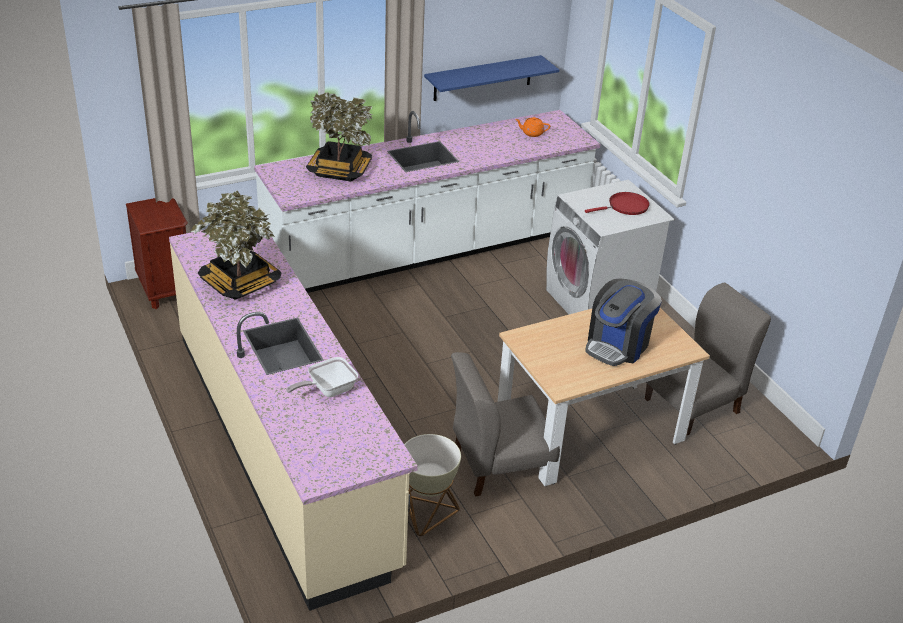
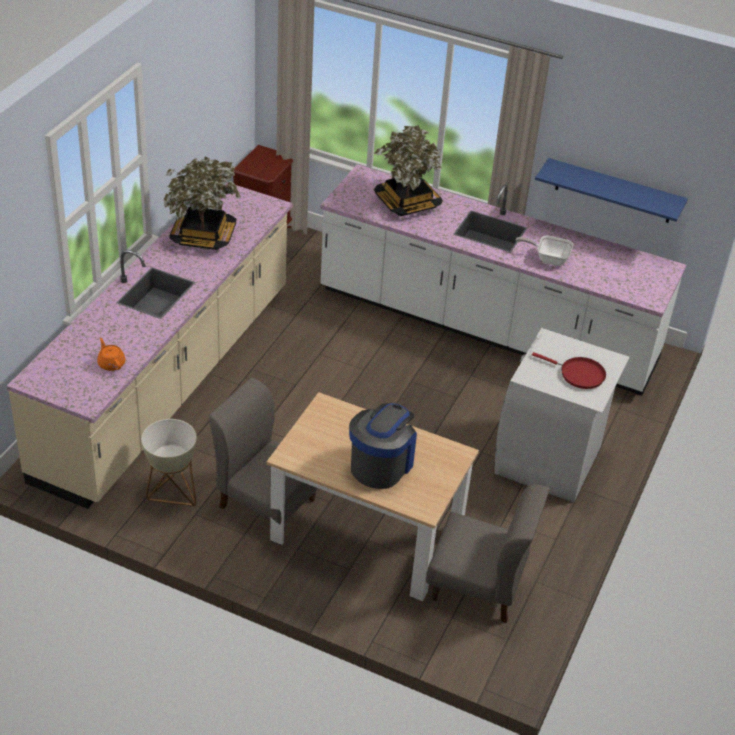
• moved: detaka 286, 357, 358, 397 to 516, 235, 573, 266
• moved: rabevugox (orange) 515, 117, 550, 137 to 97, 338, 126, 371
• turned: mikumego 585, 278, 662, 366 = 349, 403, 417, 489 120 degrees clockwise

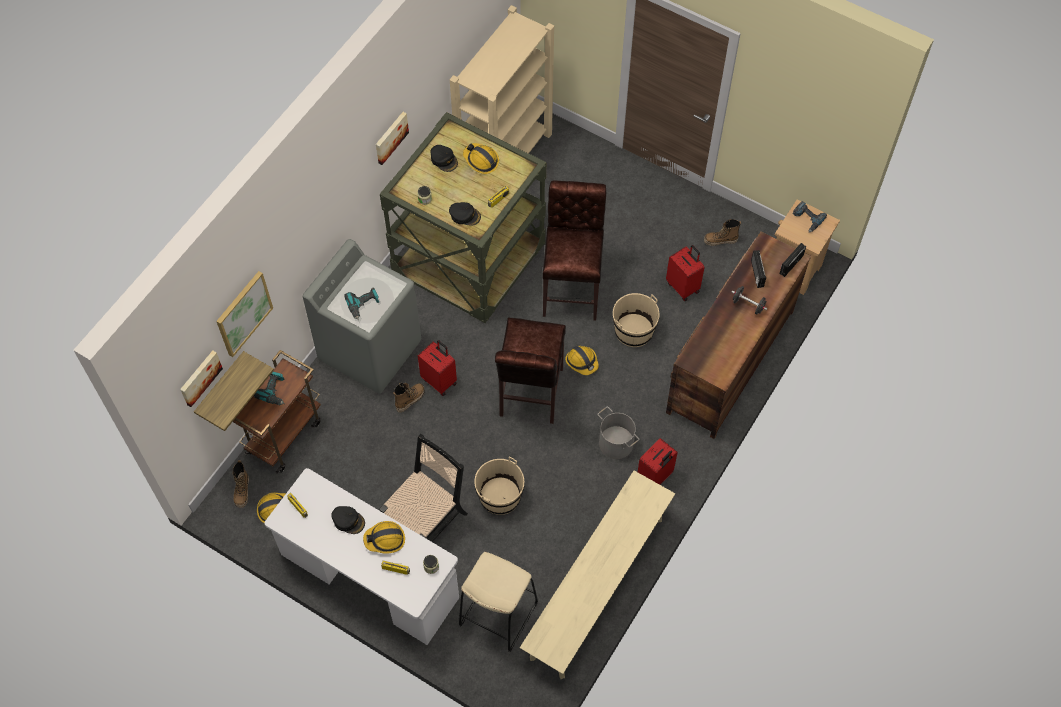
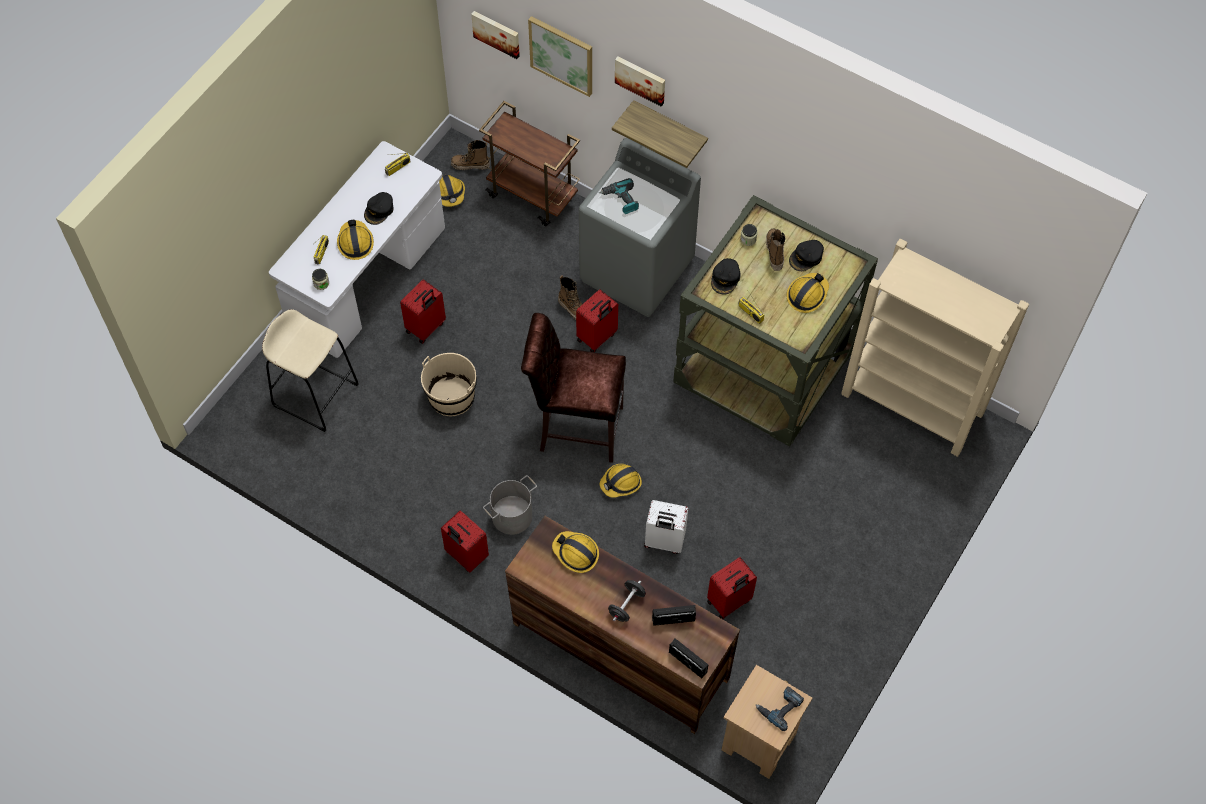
• removed: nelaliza 254, 372, 285, 405
• removed: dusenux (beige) 520, 471, 675, 679
• removed: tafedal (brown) 543, 180, 606, 321
• added: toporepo 552, 531, 599, 573
• moved: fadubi 194, 351, 274, 431 to 612, 100, 708, 168
• moved: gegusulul 376, 112, 409, 165 to 615, 57, 665, 106
• moved: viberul 704, 219, 741, 246 to 766, 228, 785, 271
• replaced: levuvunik 379, 434, 468, 542 to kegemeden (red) 400, 279, 446, 344
• replaced: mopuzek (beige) 612, 293, 660, 347 to kegemeden (white) 644, 500, 688, 554

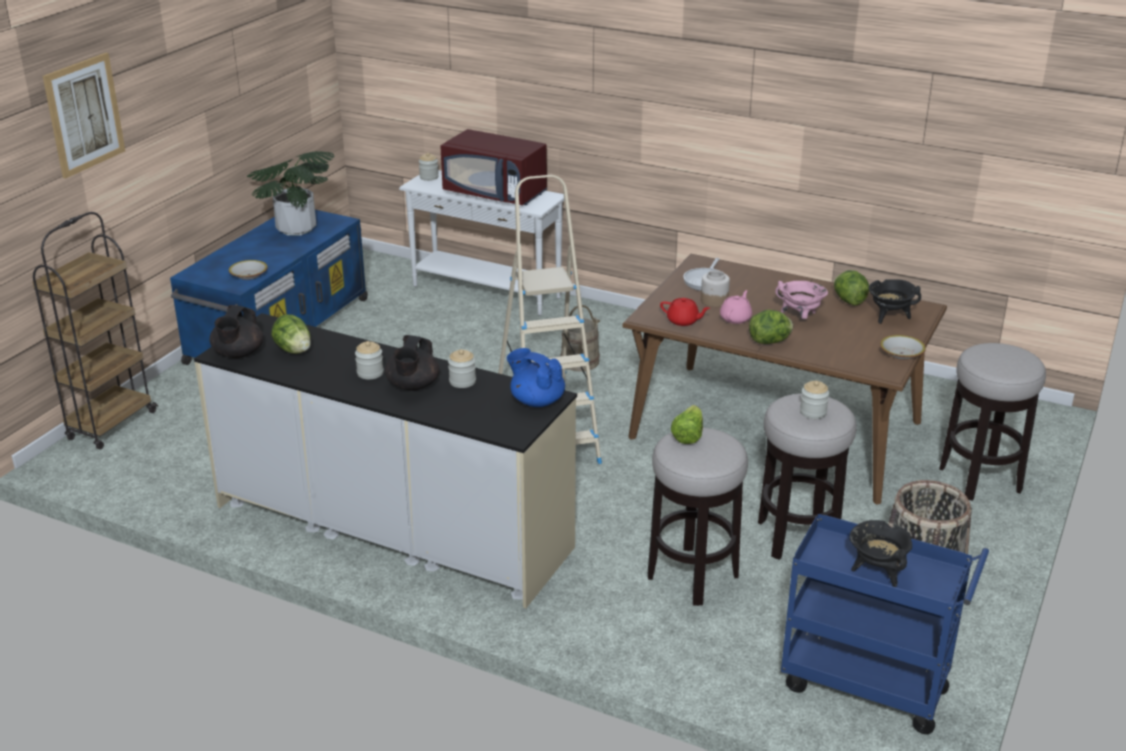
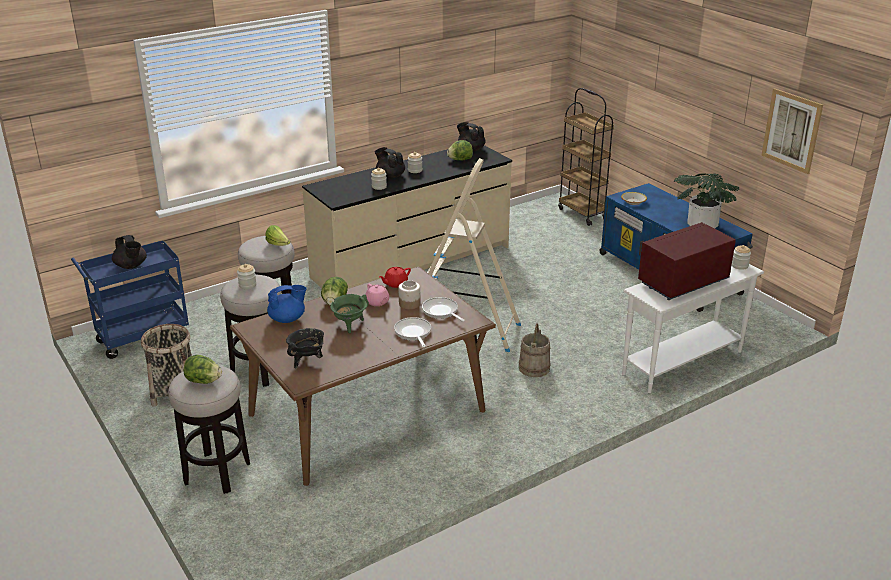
• removed: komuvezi 880, 335, 926, 360
• added: detaka 394, 317, 431, 347
• moved: gegusulul 43, 53, 125, 179 to 762, 88, 823, 174
• moved: rabevugox (blue) 507, 348, 565, 407 to 267, 285, 306, 323
• moved: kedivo 834, 270, 869, 306 to 184, 355, 222, 384
• replaced: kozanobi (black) 850, 520, 912, 587 to rabevugox (black) 112, 235, 147, 269
• recoloured: kozanobi (pink) 775, 281, 828, 319 to kozanobi (green) 330, 294, 369, 333

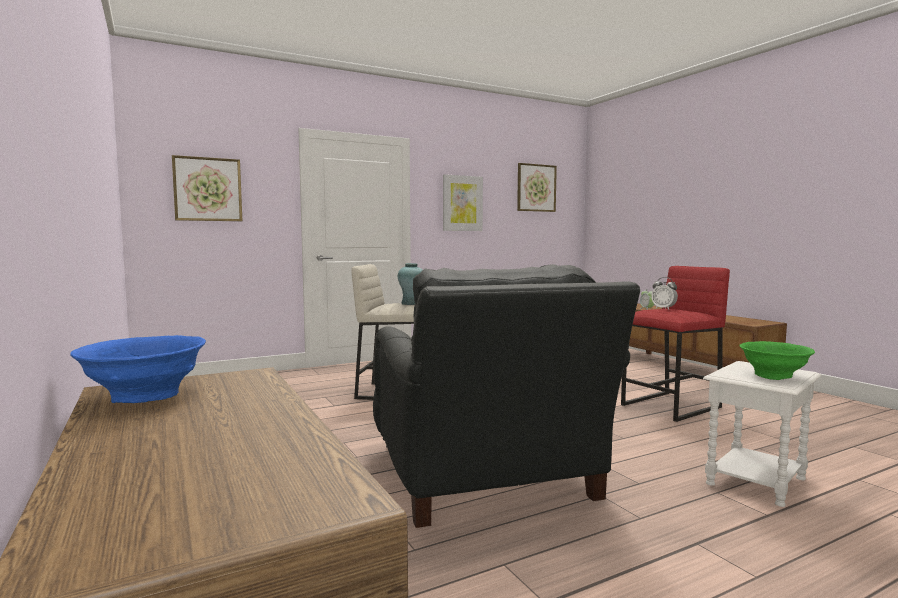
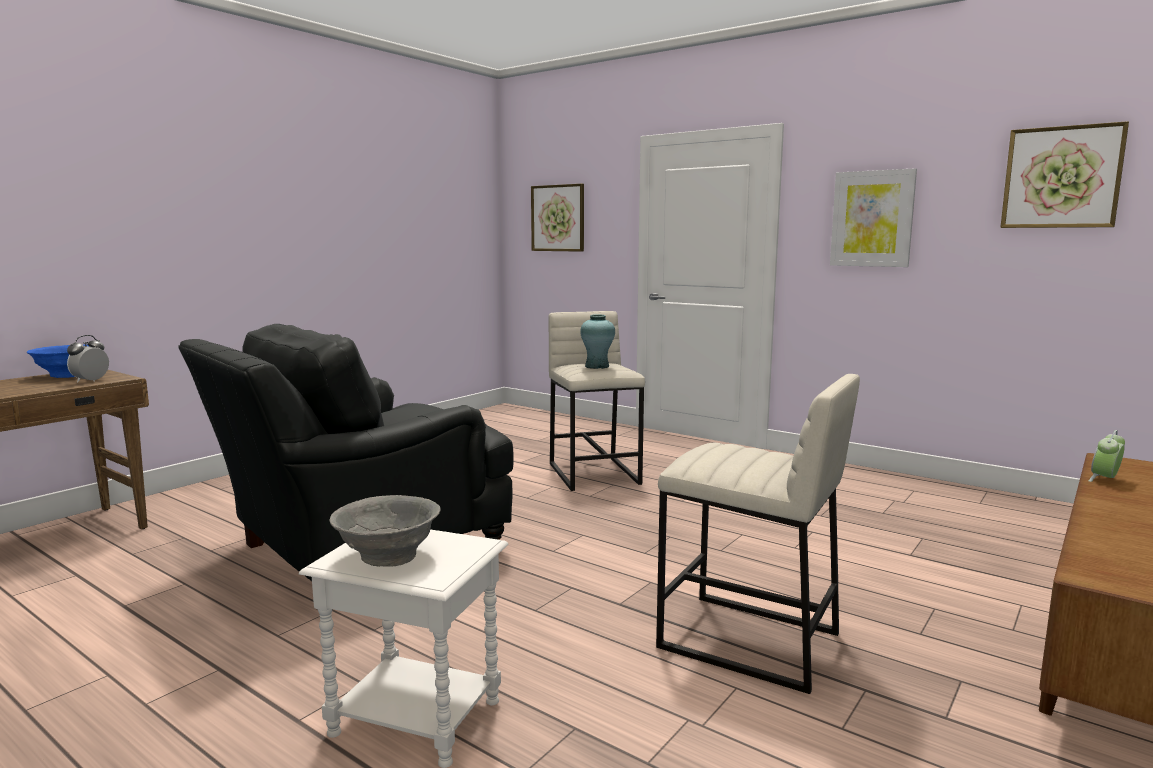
• moved: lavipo 651, 277, 678, 310 to 67, 335, 109, 383
• recoloured: tafedal (red) 621, 266, 730, 422 to tafedal (beige) 656, 374, 860, 694
• recoloured: komuvezi (green) 739, 341, 815, 380 to komuvezi (grey) 330, 495, 441, 567

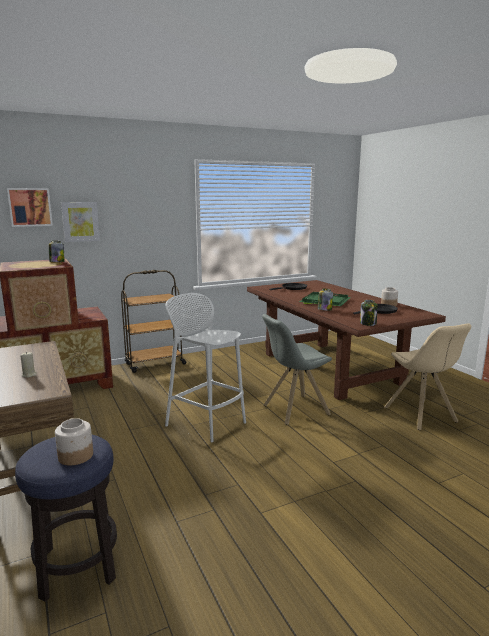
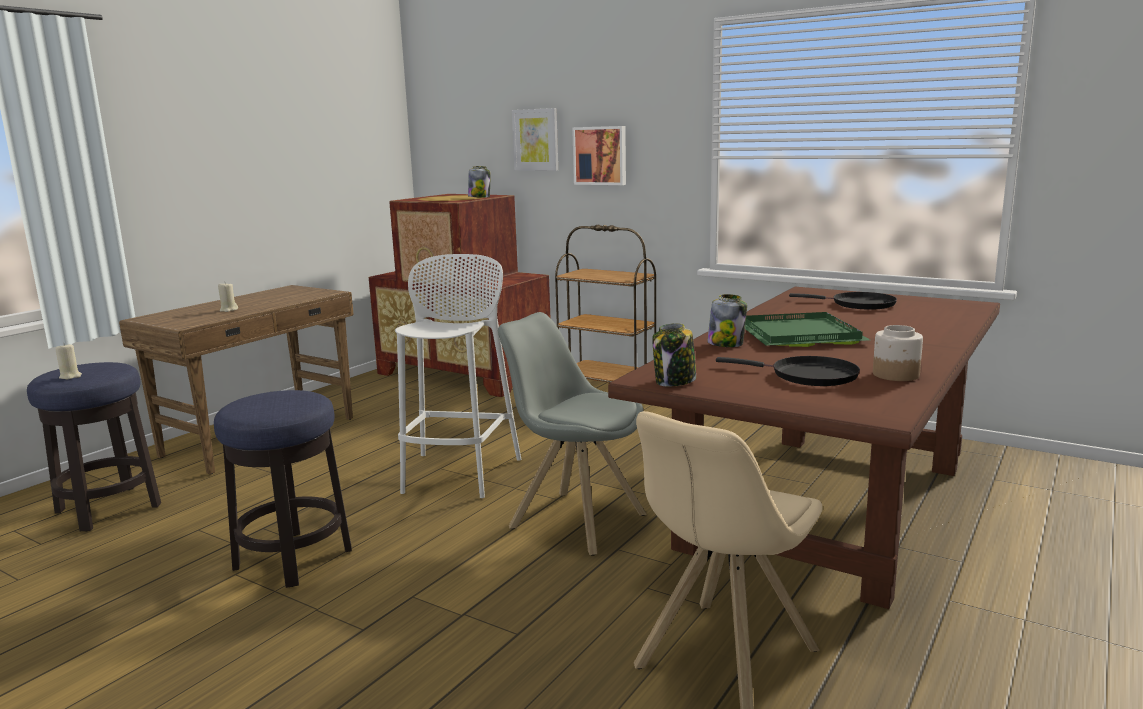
• added: tafedal 214, 390, 352, 588
• moved: gegusulul 7, 188, 53, 227 to 572, 126, 626, 185
• replaced: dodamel 55, 418, 93, 465 to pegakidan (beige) 55, 343, 82, 379

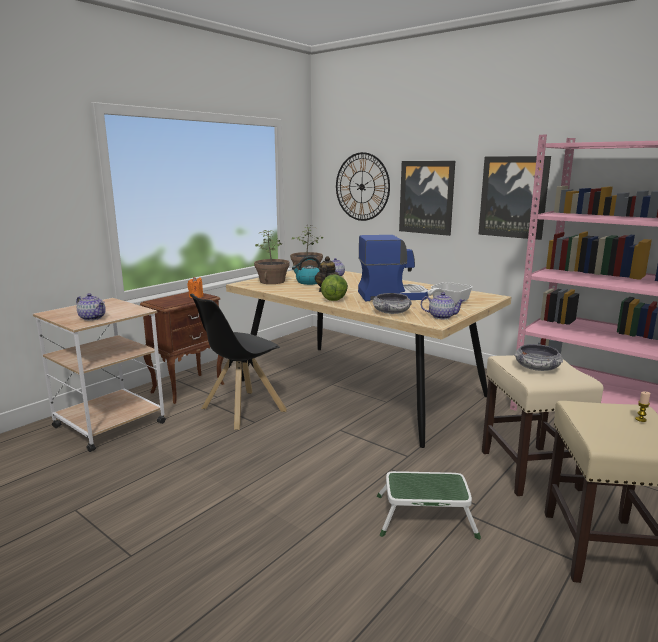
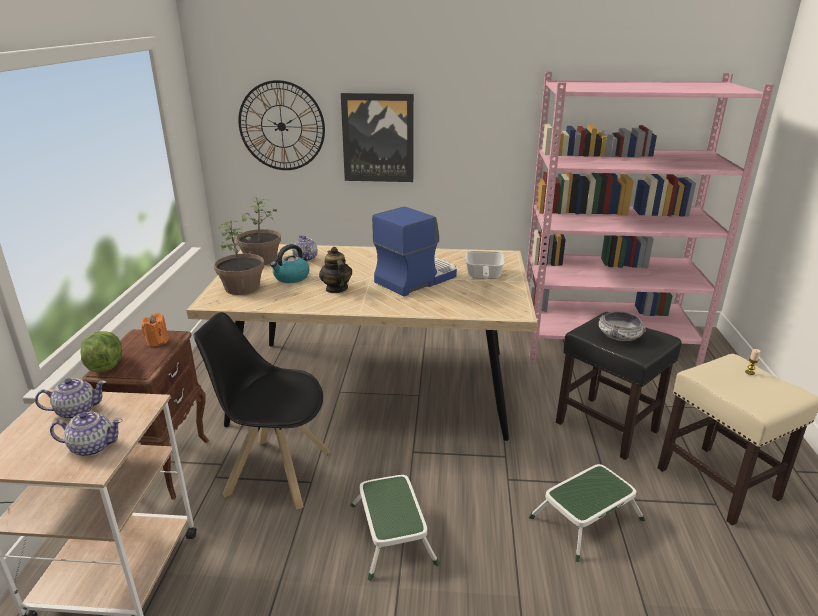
• removed: komuvezi 373, 293, 412, 314
• removed: gegusulul 478, 156, 551, 240
• added: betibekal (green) 350, 475, 440, 581
• moved: kedivo 321, 274, 348, 301 to 81, 331, 122, 372
• moved: rabevugox 421, 292, 465, 319 to 35, 378, 106, 419
• recoloured: tafedal (beige) 482, 355, 604, 496 to tafedal (black) 556, 312, 682, 460
• turned: levuvunik (black) 190, 294, 287, 430 = 193, 312, 331, 510 90 degrees clockwise

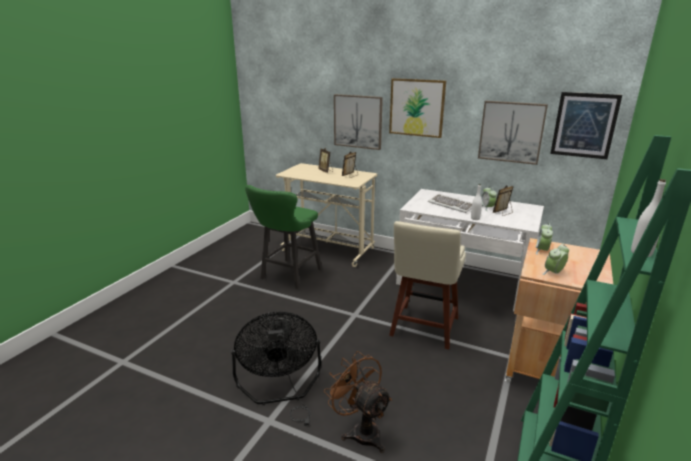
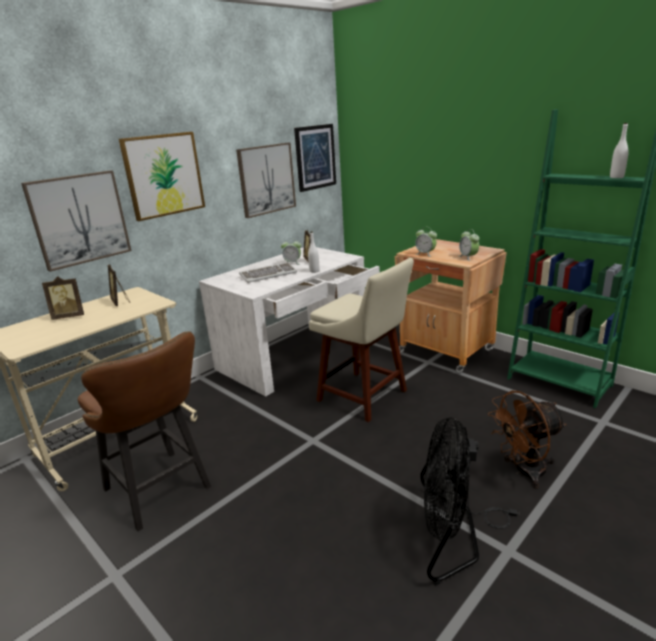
• recoloured: tafedal (green) 245, 185, 322, 289 to tafedal (brown) 78, 331, 211, 531

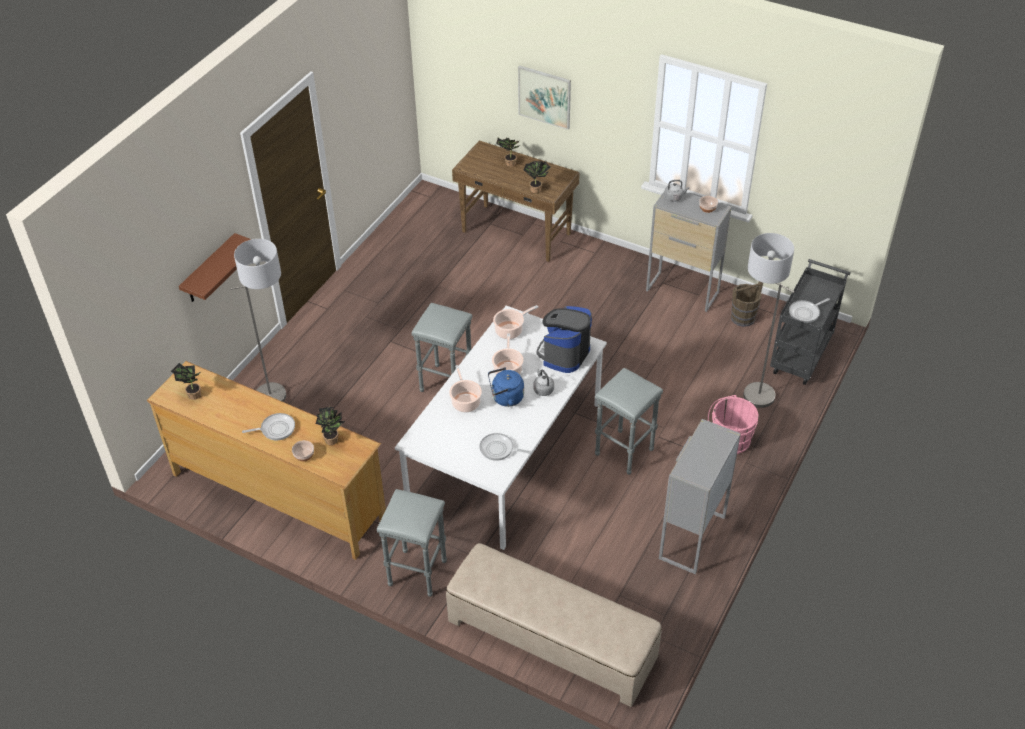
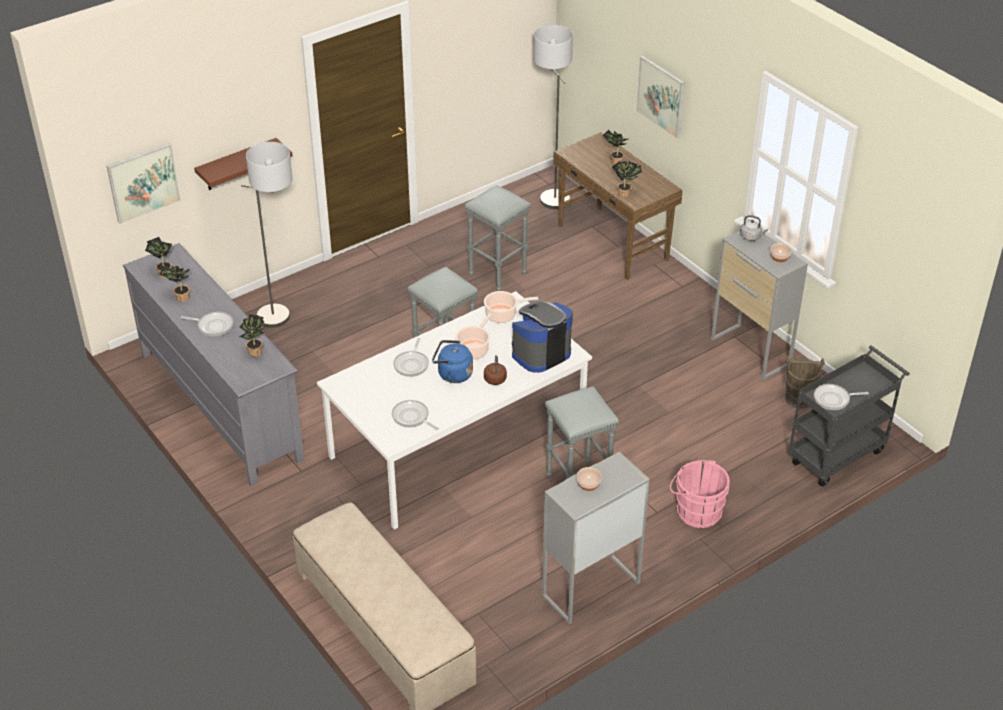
• added: gegusulul 107, 143, 181, 224
• added: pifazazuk 160, 266, 190, 302
• moved: komuvezi 292, 440, 314, 461 to 576, 467, 602, 491
• moved: tafedal (grey) 377, 489, 447, 597 to 465, 185, 530, 291
• moved: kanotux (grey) 743, 233, 794, 408 to 533, 25, 573, 209
• replaced: kozanobi 449, 365, 482, 412 to detaka 393, 338, 429, 377
• recoloured: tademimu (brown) 147, 361, 386, 560 to tademimu (grey) 123, 243, 305, 486
• recoloured: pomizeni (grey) 534, 370, 554, 396 to pomizeni (brown) 484, 355, 507, 385

